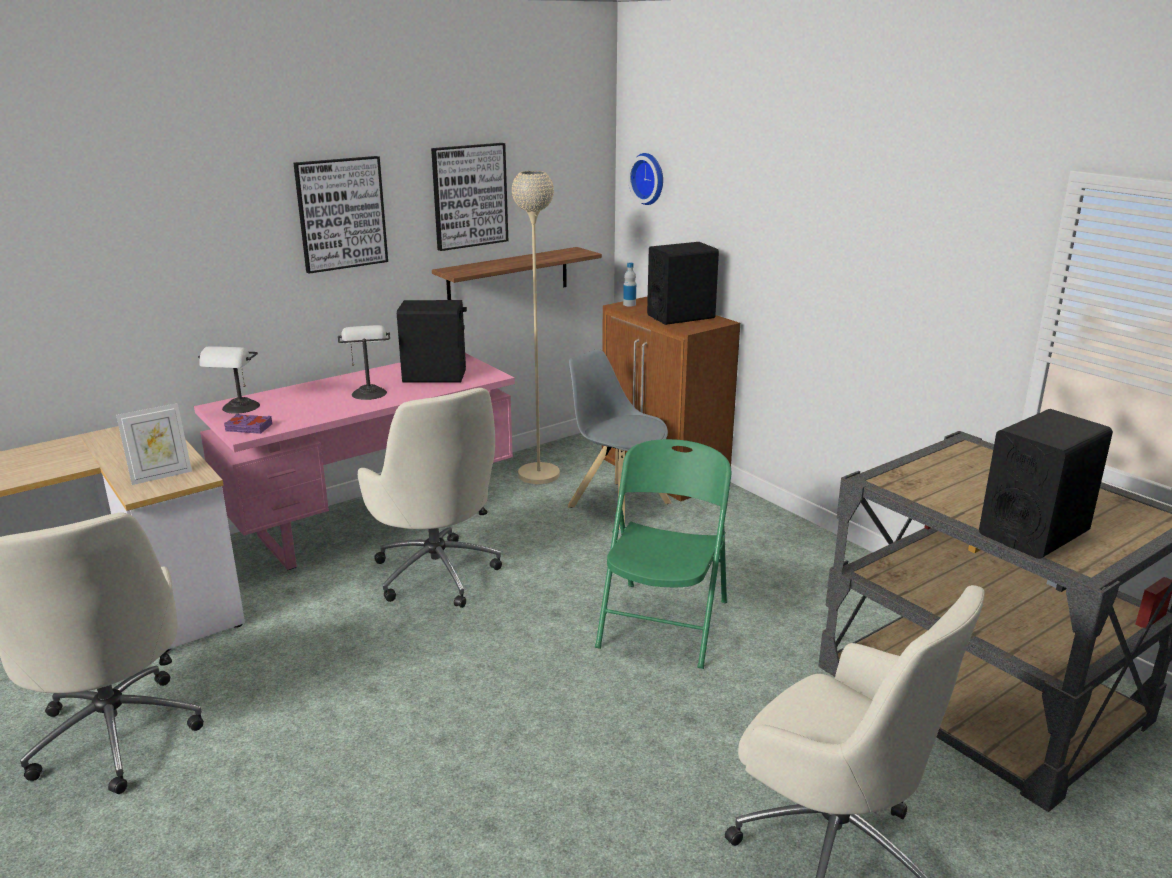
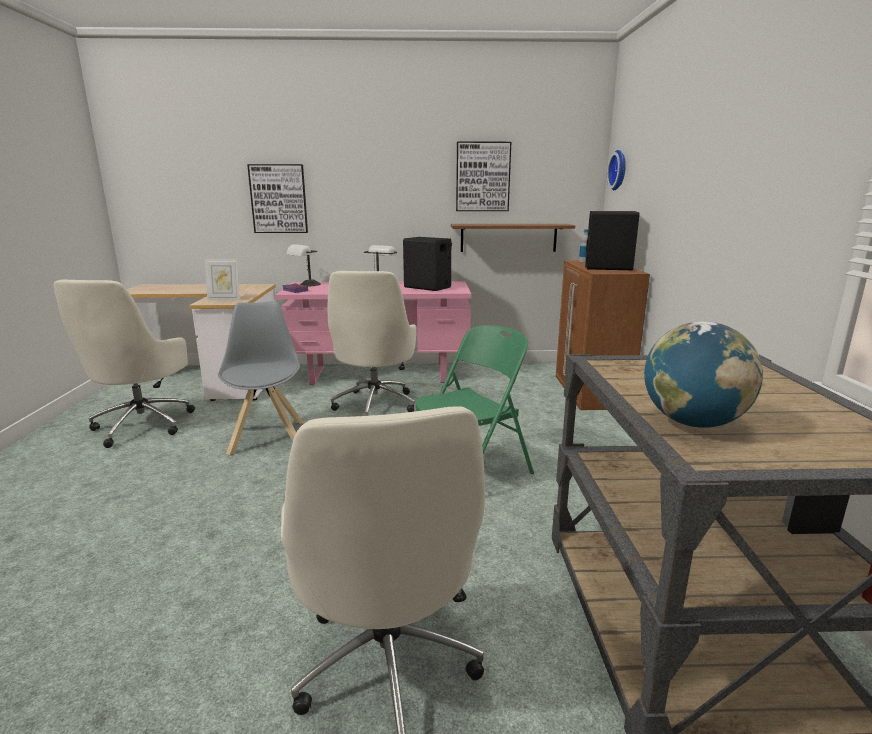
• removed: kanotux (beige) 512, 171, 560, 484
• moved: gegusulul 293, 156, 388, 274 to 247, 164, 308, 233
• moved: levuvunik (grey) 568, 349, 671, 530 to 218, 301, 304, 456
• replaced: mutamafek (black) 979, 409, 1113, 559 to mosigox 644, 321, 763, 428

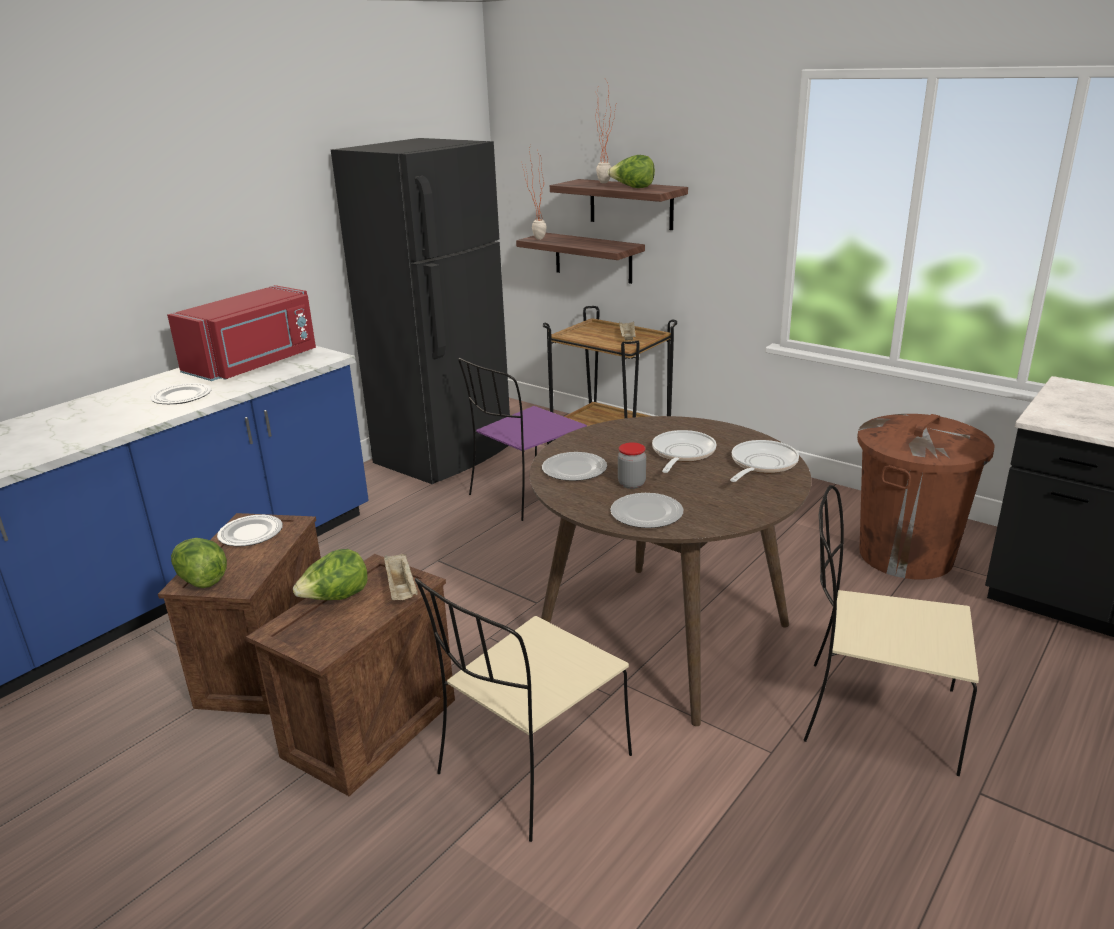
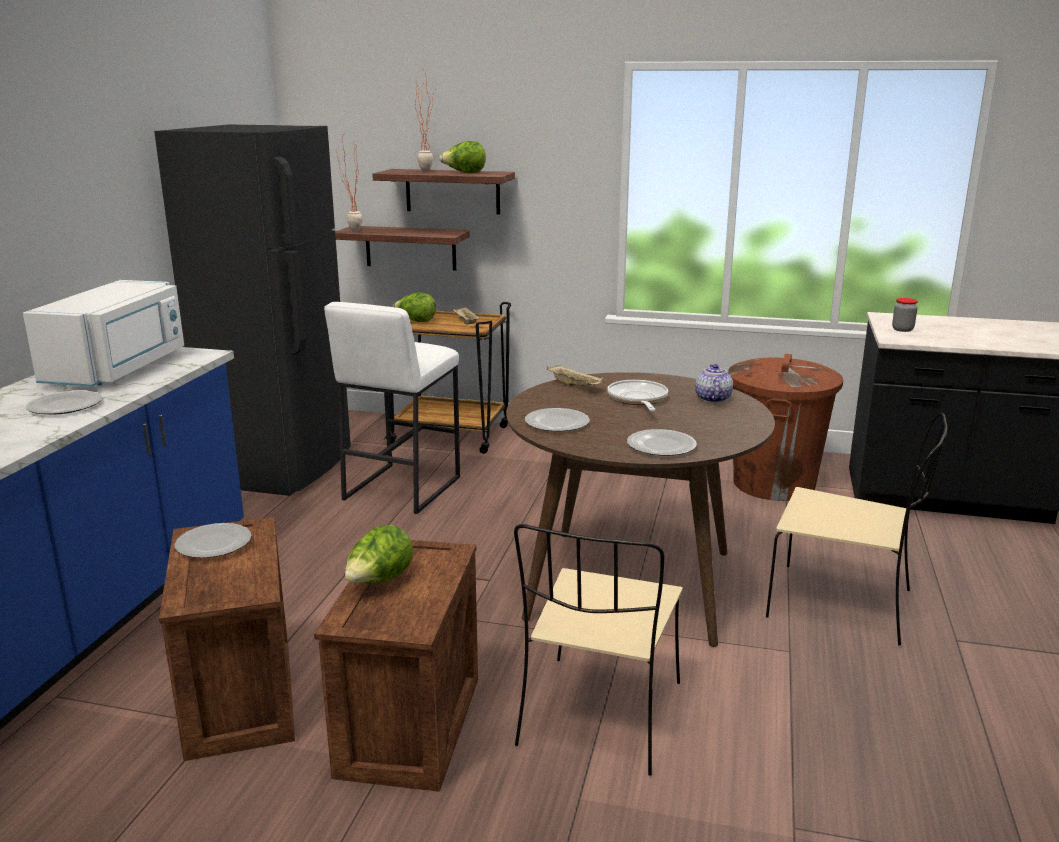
• moved: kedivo 171, 538, 227, 588 to 393, 292, 436, 322
• moved: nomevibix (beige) 384, 553, 418, 600 to 547, 365, 604, 387
• moved: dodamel 618, 442, 646, 489 to 892, 298, 918, 332
• replaced: levuvunik (purple) 458, 358, 587, 521 to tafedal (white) 324, 302, 460, 514
• replaced: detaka 730, 440, 799, 482 to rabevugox 695, 364, 733, 403
• recoloured: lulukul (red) 167, 285, 316, 381 to lulukul (white) 23, 280, 184, 387
• turned: levuvunik (beige) 803, 485, 979, 776 = 766, 413, 948, 646 150 degrees counterclockwise

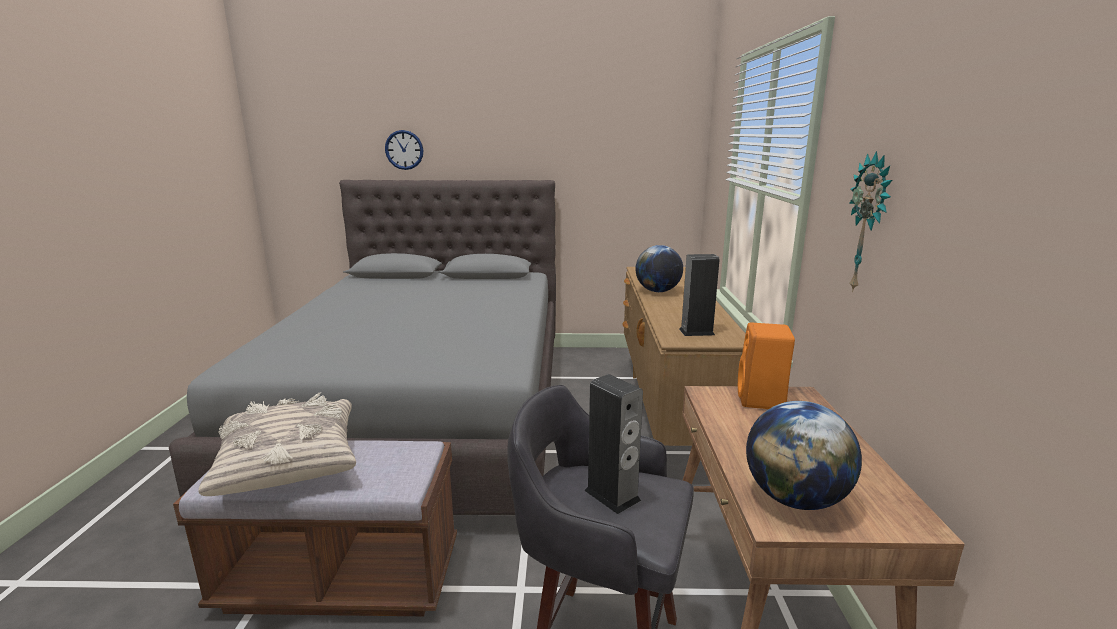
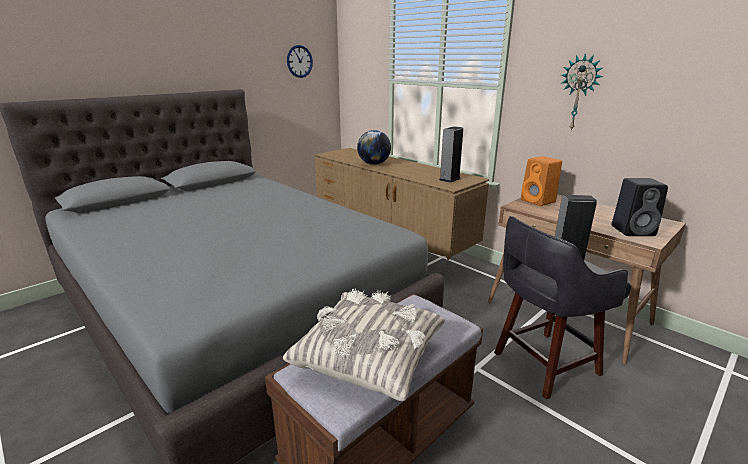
• moved: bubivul 385, 130, 423, 170 to 287, 45, 313, 78
• replaced: mosigox 746, 401, 862, 510 to mutamafek (black) 612, 178, 668, 236

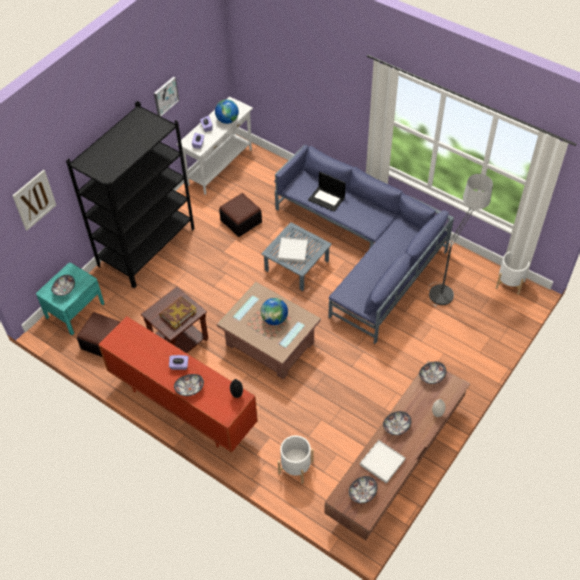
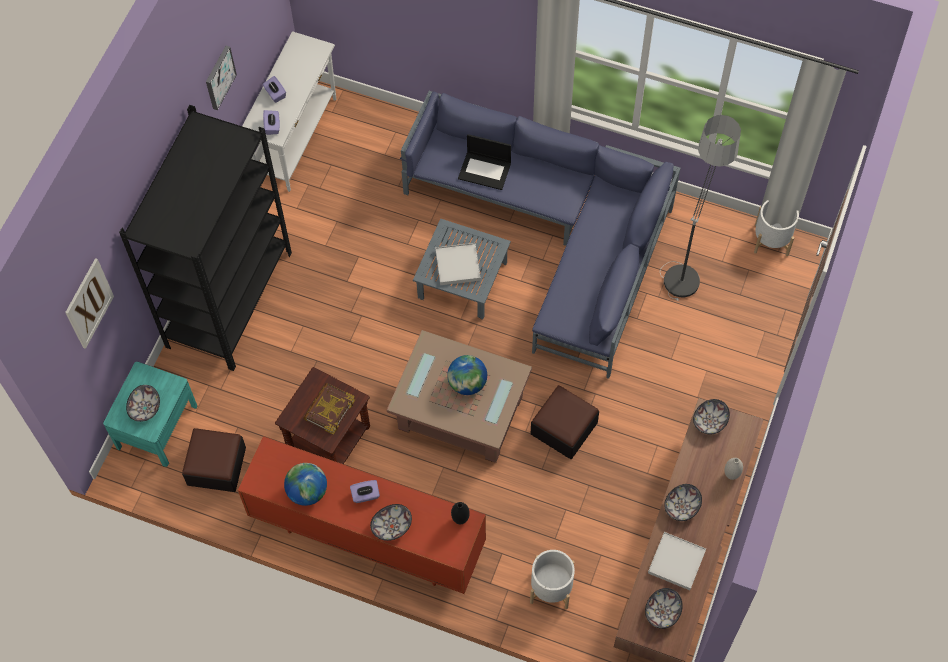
• moved: mosigox 215, 99, 239, 124 to 284, 463, 327, 506
• moved: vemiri 219, 193, 262, 237 to 531, 385, 599, 459

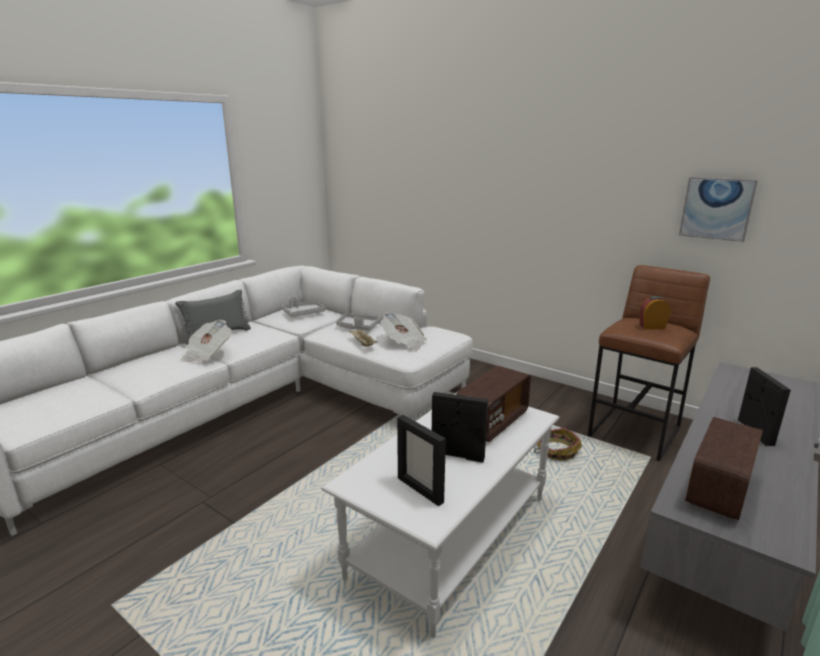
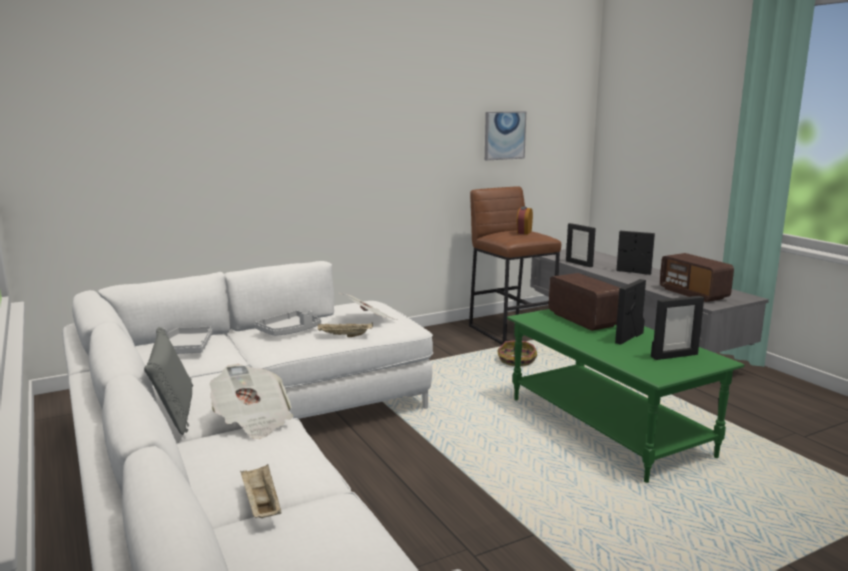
• added: nomevibix (beige) 240, 464, 281, 518
• added: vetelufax 566, 223, 596, 267
• recoloured: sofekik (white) 321, 392, 559, 638 to sofekik (green) 507, 309, 744, 483

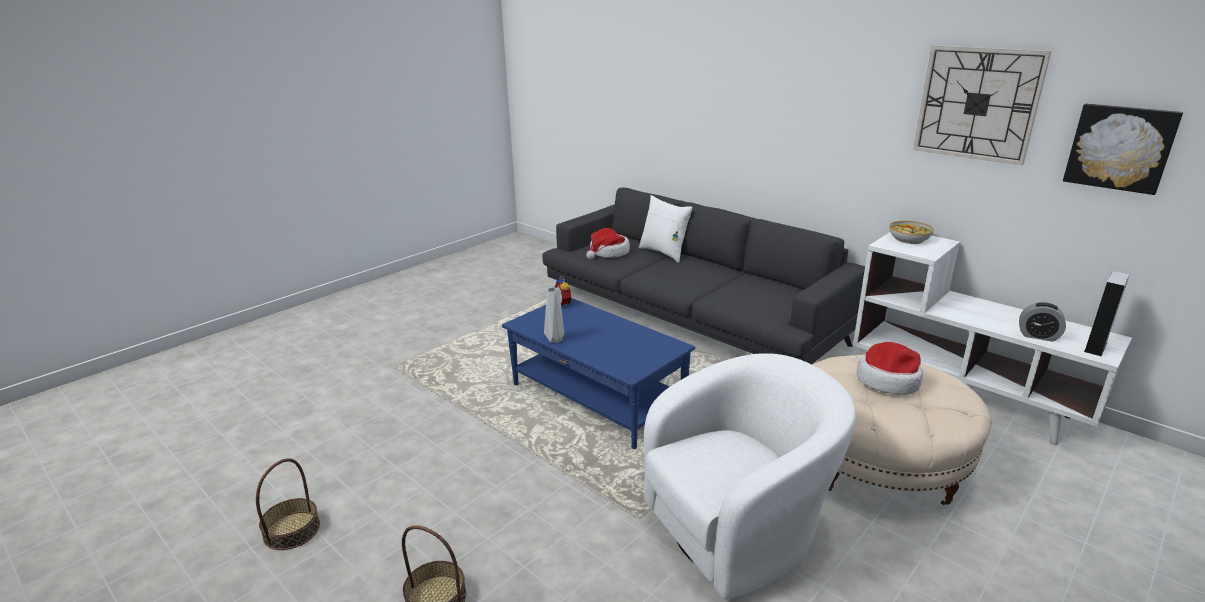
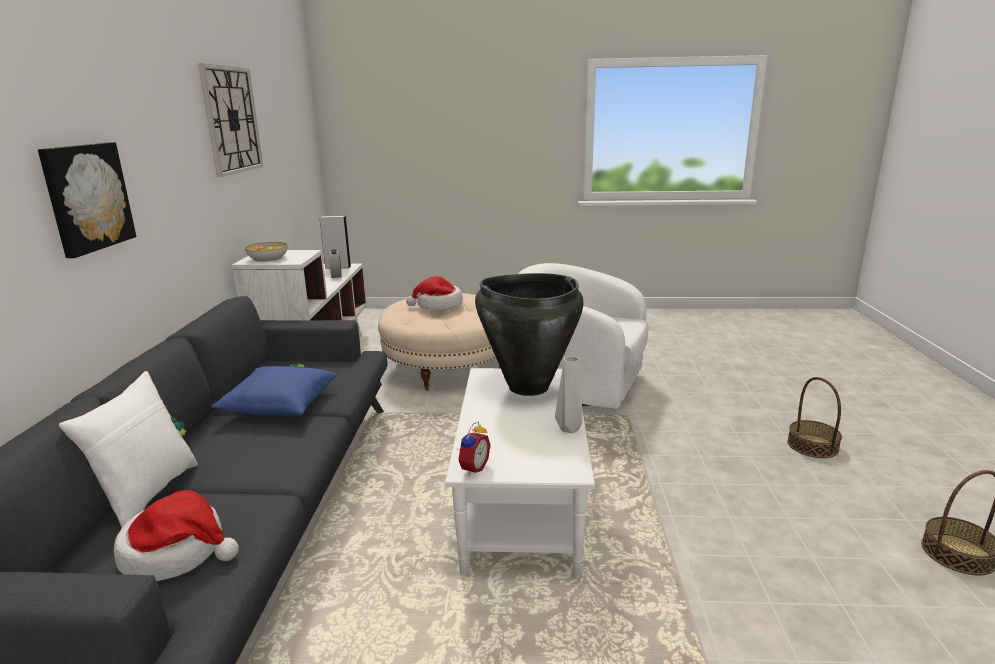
• added: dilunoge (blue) 211, 363, 337, 416
• added: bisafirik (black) 475, 273, 584, 396
• moved: gegusulul 1063, 104, 1183, 195 to 38, 142, 136, 258
• recoloured: sofekik (blue) 502, 298, 695, 449 to sofekik (white) 445, 368, 595, 578

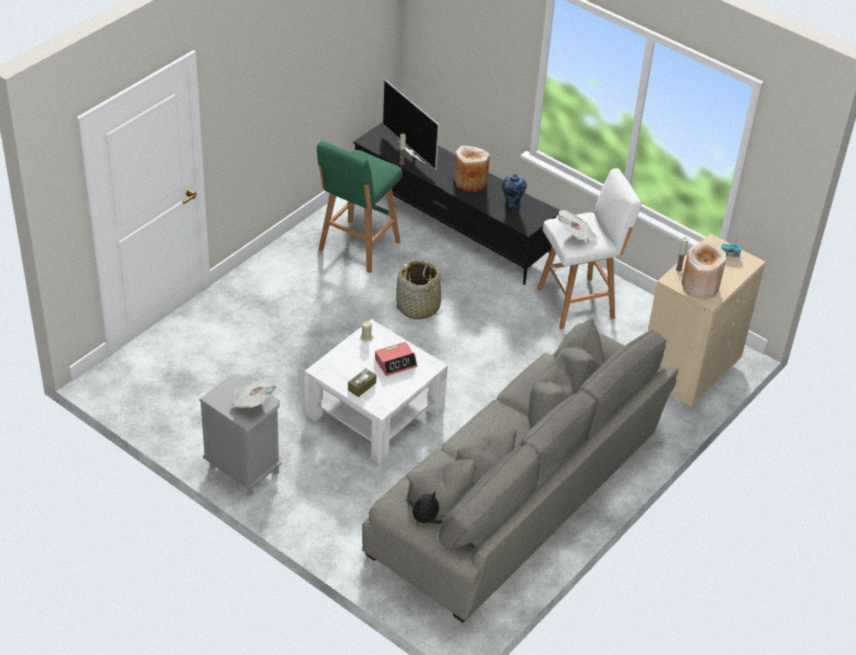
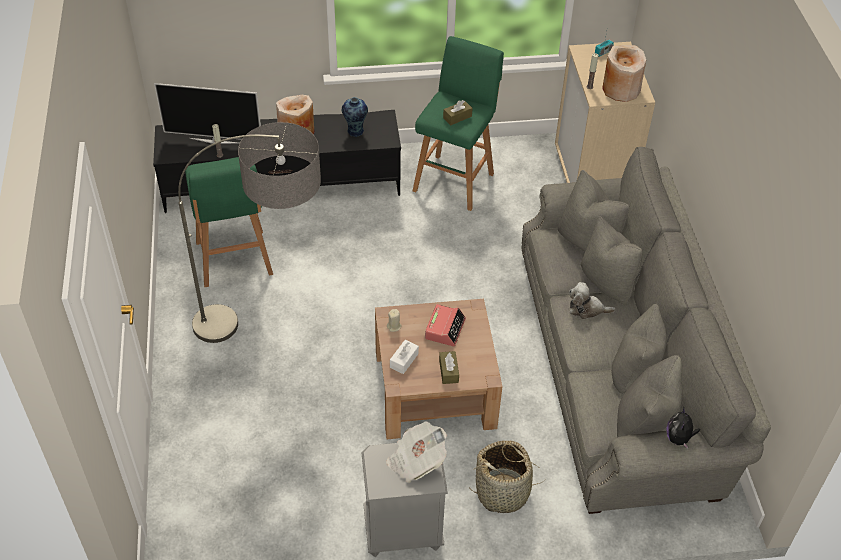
• added: kanotux 178, 122, 321, 343
• added: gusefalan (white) 390, 340, 419, 374
• added: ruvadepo 569, 282, 616, 319
• moved: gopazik 396, 260, 442, 319 to 468, 440, 546, 513
• replaced: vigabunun 556, 210, 599, 241 to gusefalan (brown) 443, 100, 472, 125
• recoloured: sofekik (white) 305, 319, 448, 465 to sofekik (brown) 375, 299, 502, 439
• recoloured: tafedal (white) 537, 168, 641, 330 to tafedal (green) 413, 36, 504, 211

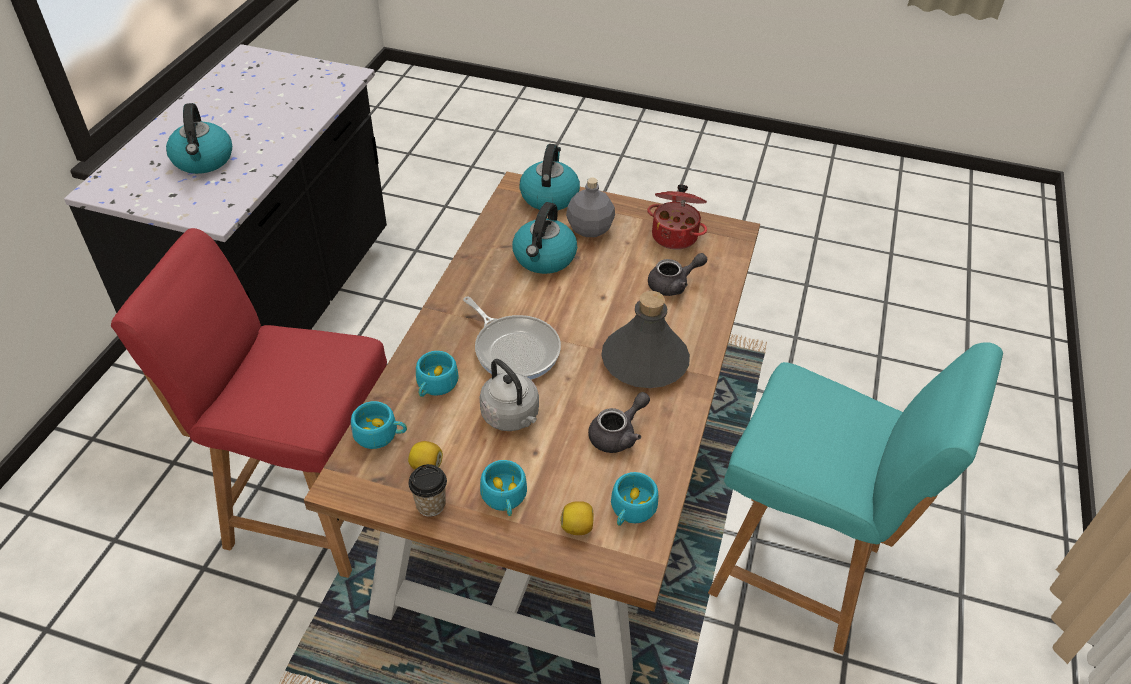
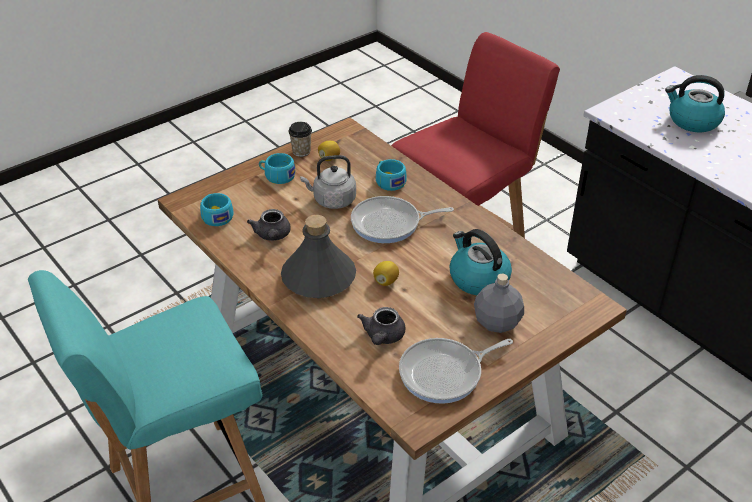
• removed: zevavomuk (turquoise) 351, 401, 407, 449
• removed: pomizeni 519, 144, 580, 210
• moved: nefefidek 560, 501, 594, 535 to 373, 261, 399, 286
• replaced: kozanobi 647, 185, 707, 250 to detaka 399, 338, 513, 404

